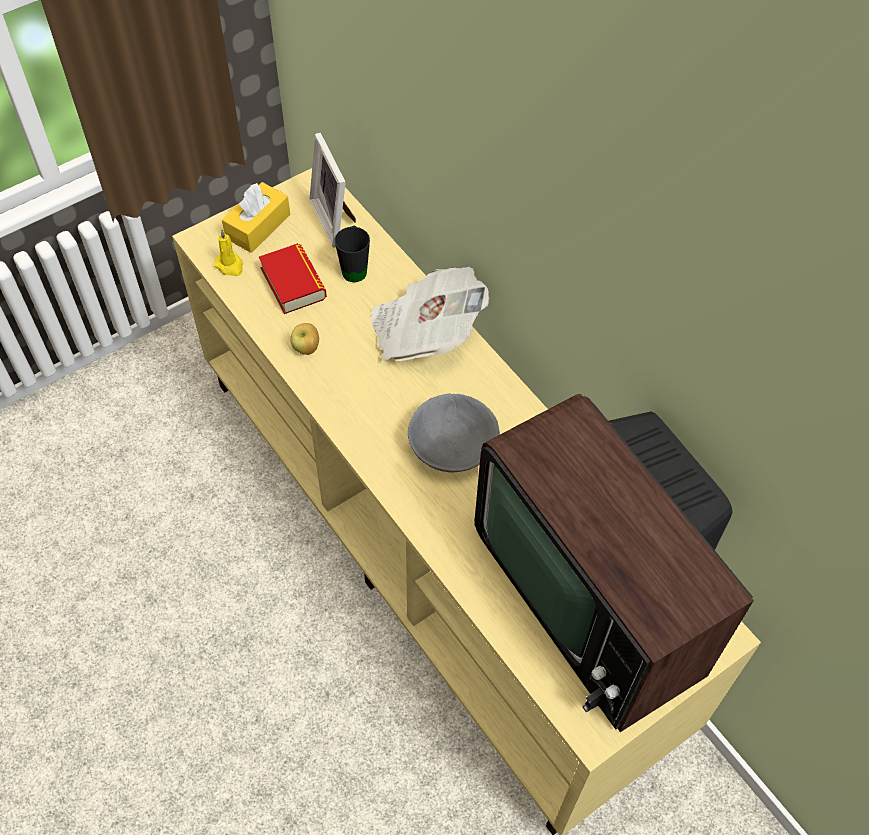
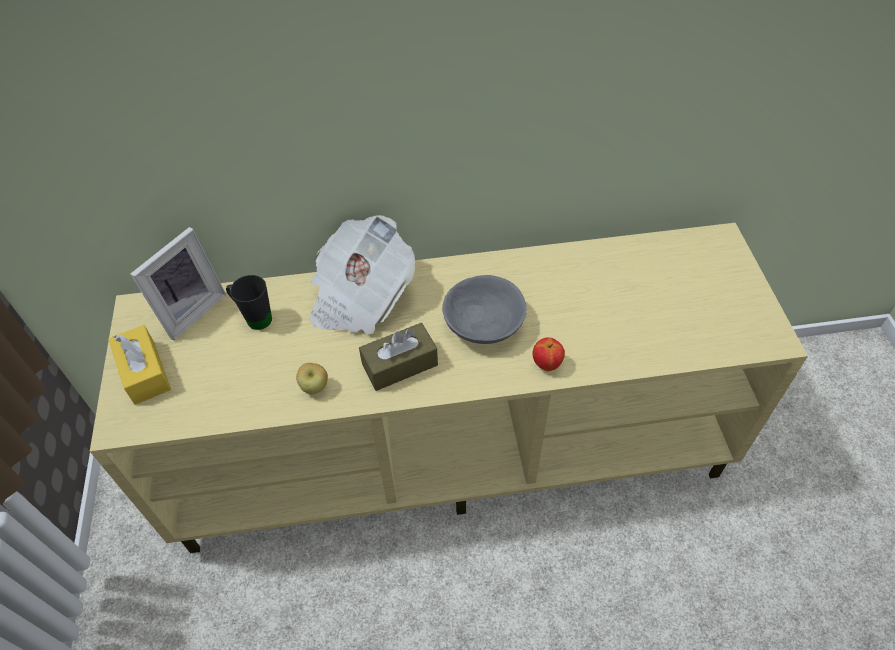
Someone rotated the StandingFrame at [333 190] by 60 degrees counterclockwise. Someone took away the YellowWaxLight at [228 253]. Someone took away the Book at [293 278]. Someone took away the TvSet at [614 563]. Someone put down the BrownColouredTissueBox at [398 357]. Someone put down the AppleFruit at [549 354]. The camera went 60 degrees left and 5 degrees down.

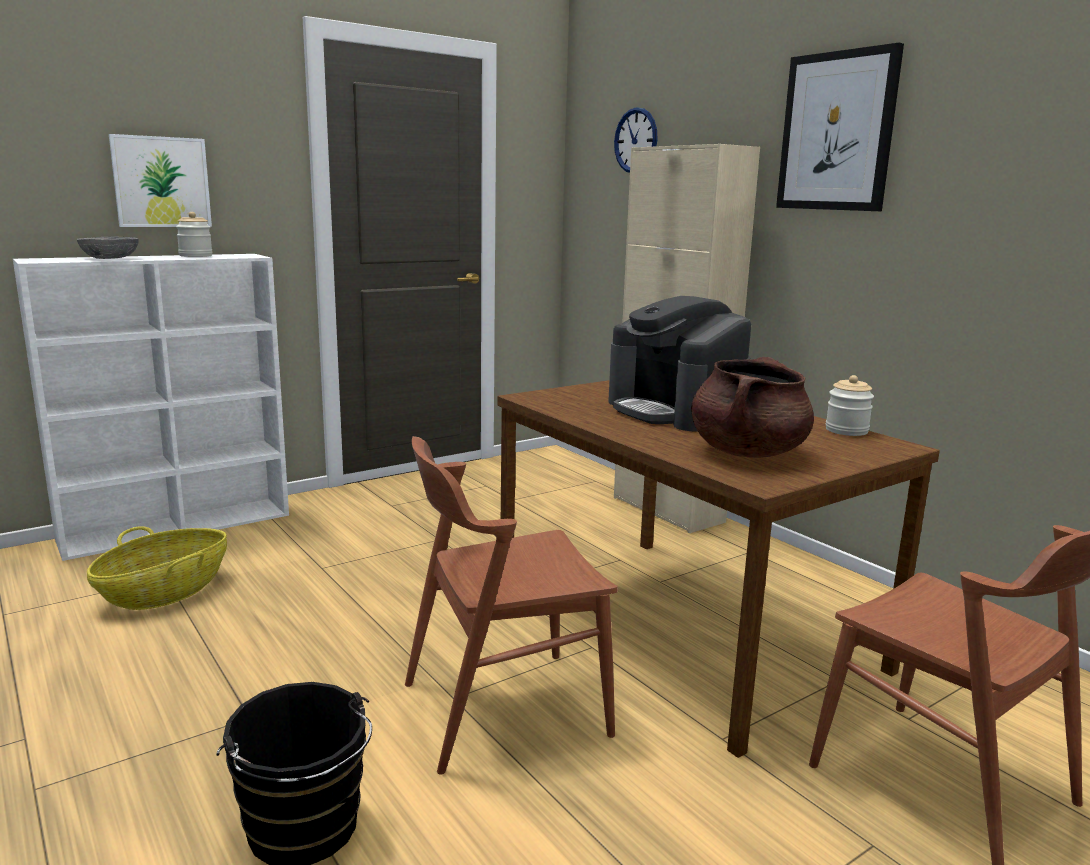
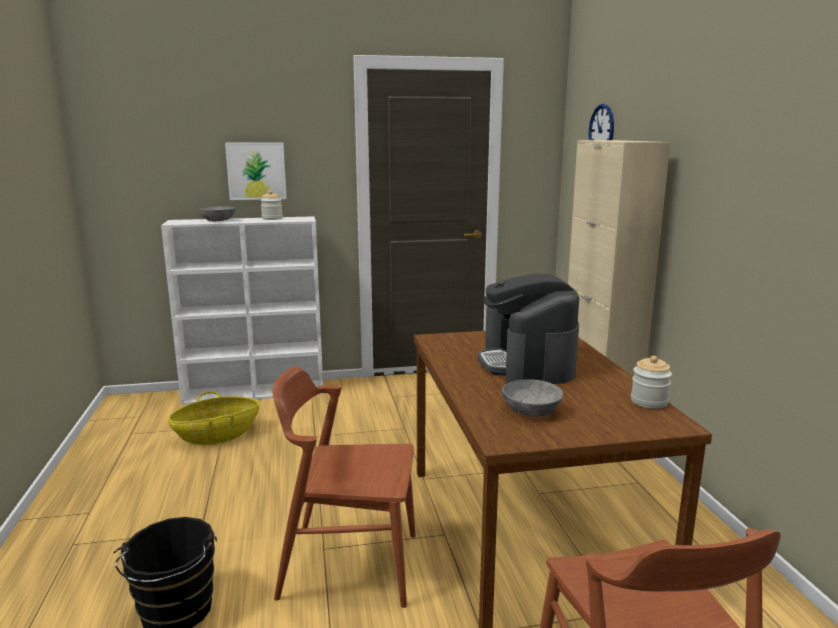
Someone took away the WallPicture at [840 127]. Someone swapped the BrownColouredSaucepot at [752 407] for the GreyishDeepDish at [532 398]. The camera went 25 degrees right and 0 degrees up.

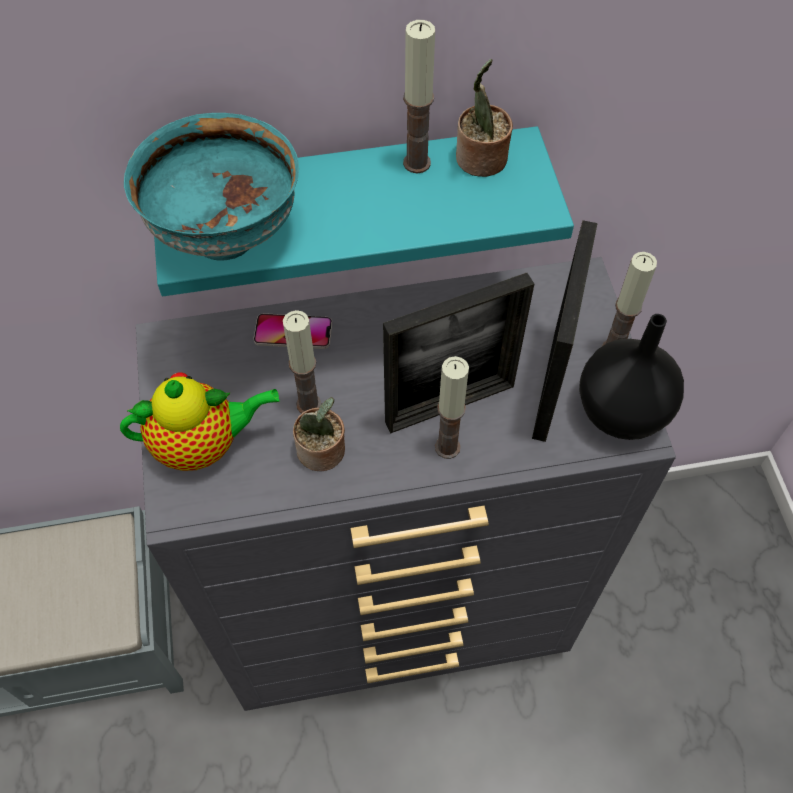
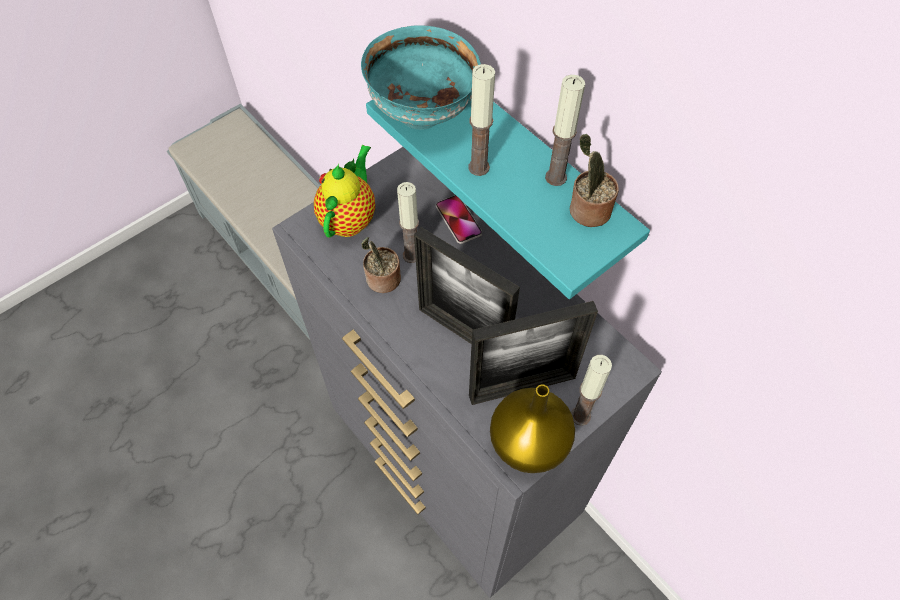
Someone repainted the BlackFlowerVase at [631 377], which became the YellowFlowerVase at [532 428]. Someone carried the WaxLight from [452 407] to [481 120]. Someone rotated the Teapot at [200 421] by 120 degrees counterclockwise. The camera went 60 degrees right and 0 degrees up.

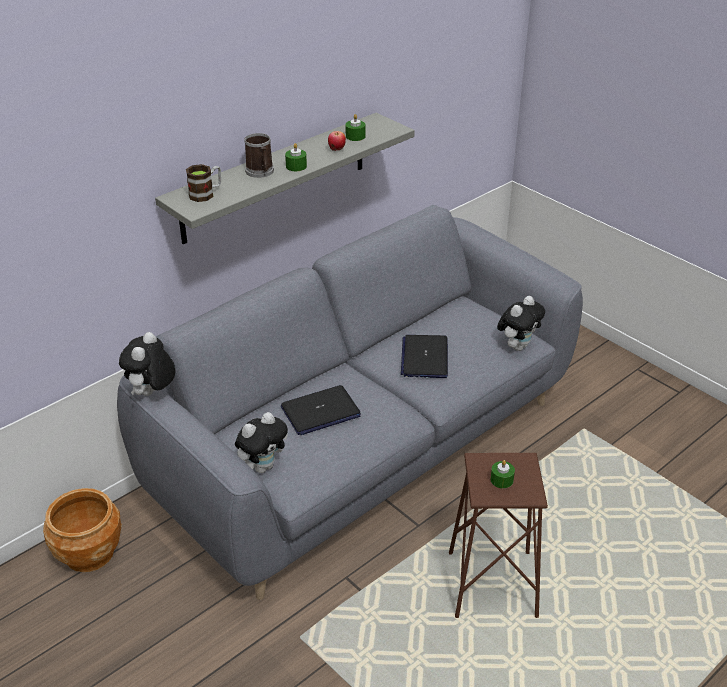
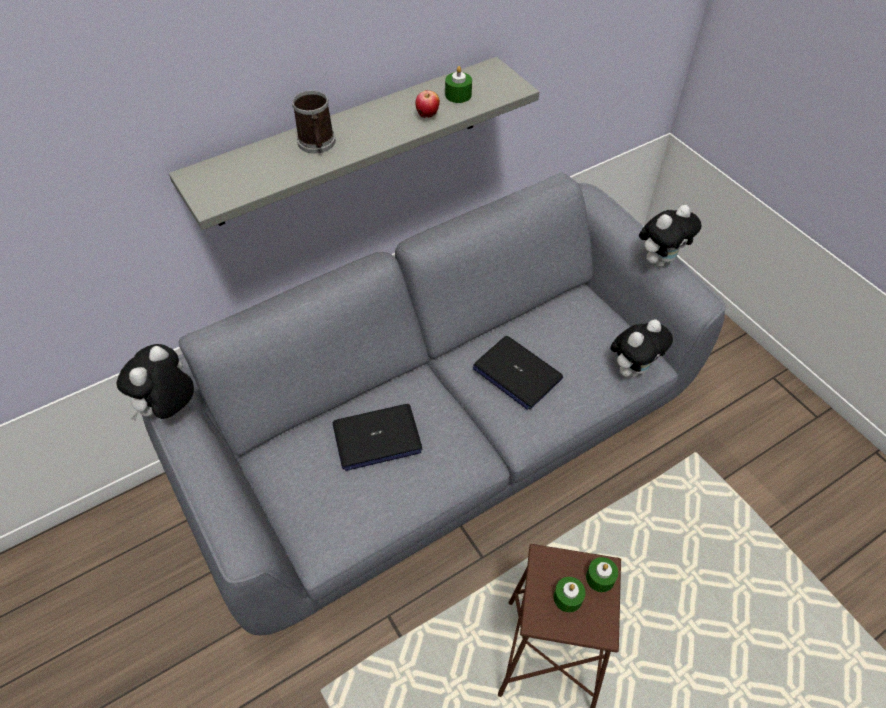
Someone carried the GreenishWaxLight from [296 157] to [602 574]. Someone took away the CoffeeMug at [203 183]. Someone rotated the NotebookComputer at [424 356] by 60 degrees counterclockwise. Someone carried the PlushToy from [261 442] to [670 236]. Someone took away the BrownColouredPlantPot at [82 530]. The camera went 10 degrees right and 15 degrees up.

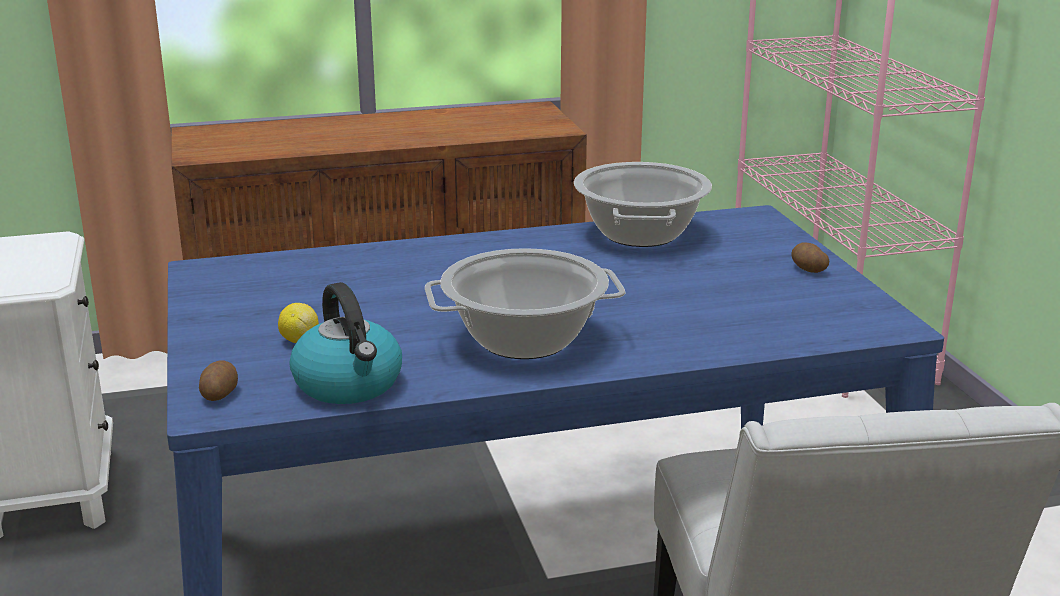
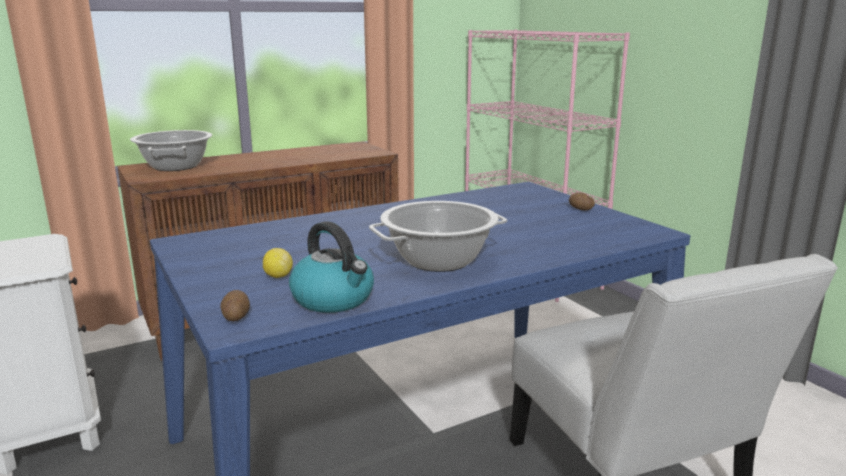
Someone carried the Saucepot from [643 204] to [171 150]. The camera went 15 degrees left and 5 degrees down.

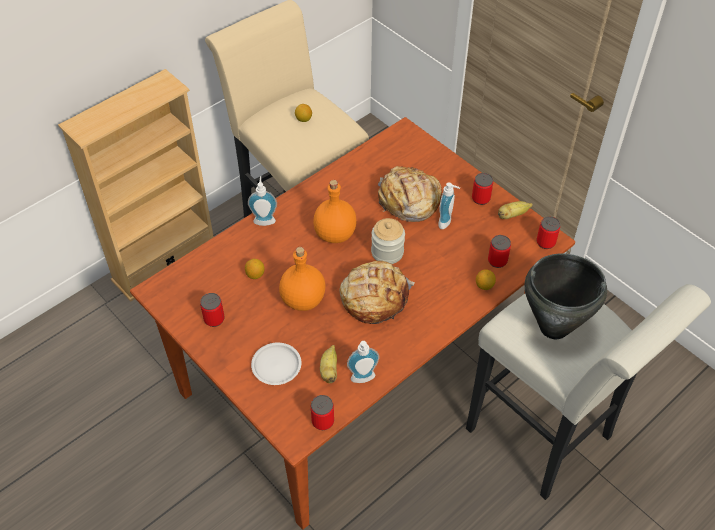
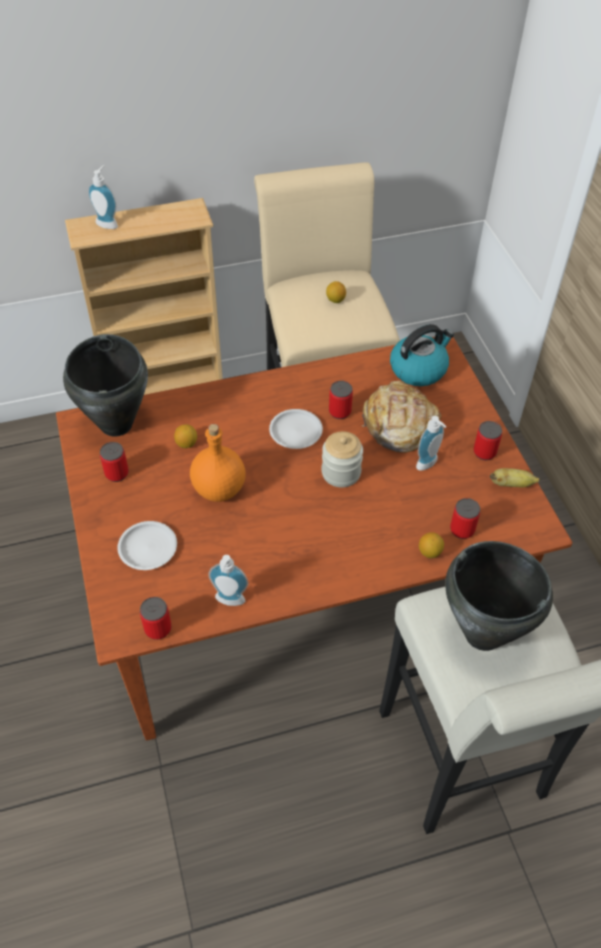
Someone carried the SoapBottle from [262 201] to [103 197]. Someone swapped the OrangeyBeverageBottle at [335 211] for the WhitishDinnerPlate at [296 429]. Someone carried the Can from [548 232] to [341 400]. Someone took away the BakeryBread at [377 292]. Someone took away the WholeBanana at [328 364]. Someone put down the WaterKettle at [422 355]. Someone put down the BlackSaucepot at [105 385]. The camera went 25 degrees right and 0 degrees up.

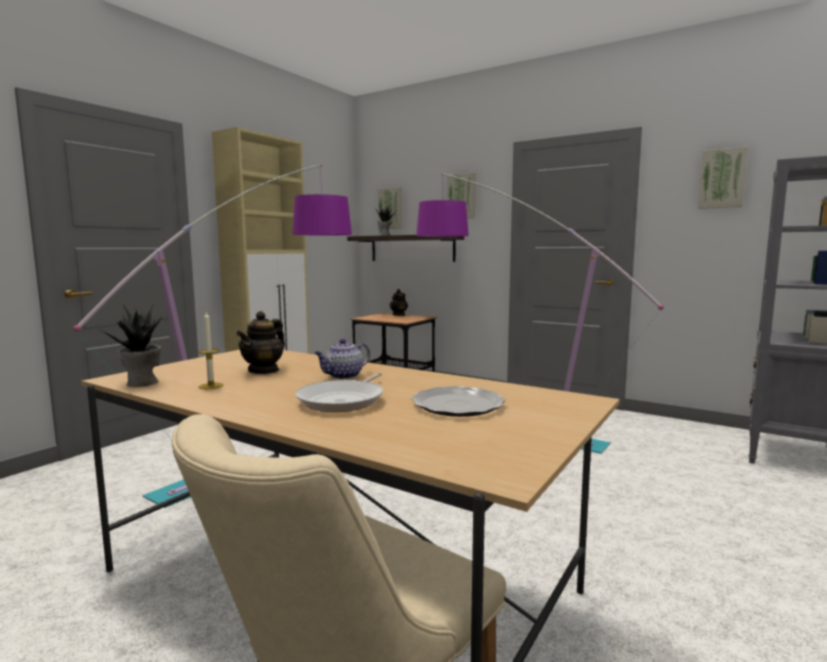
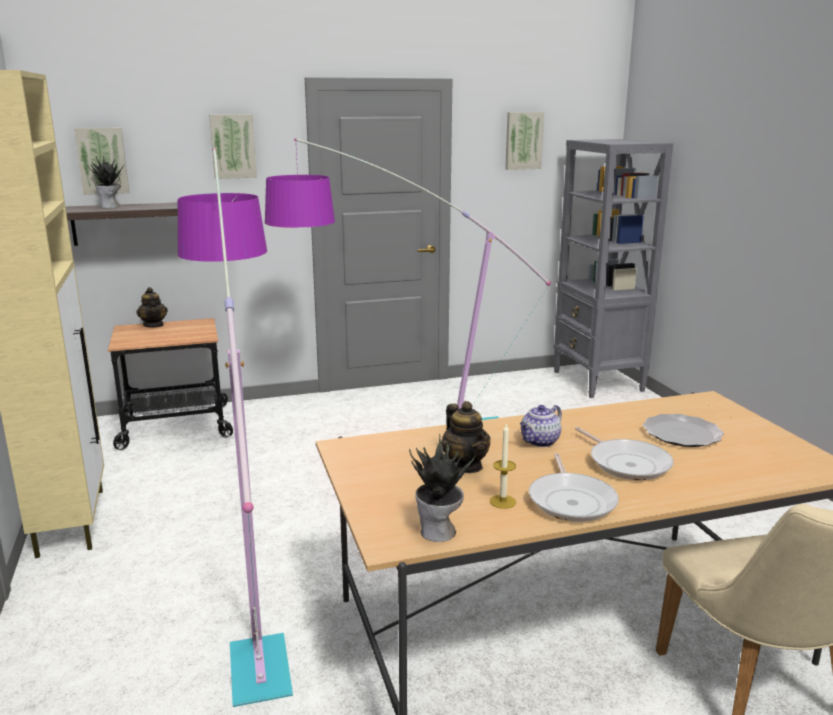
Someone rotated the Teapot at [342 359] by 45 degrees clockwise. Someone put down the Pan at [574 487]. The camera went 50 degrees left and 10 degrees up.

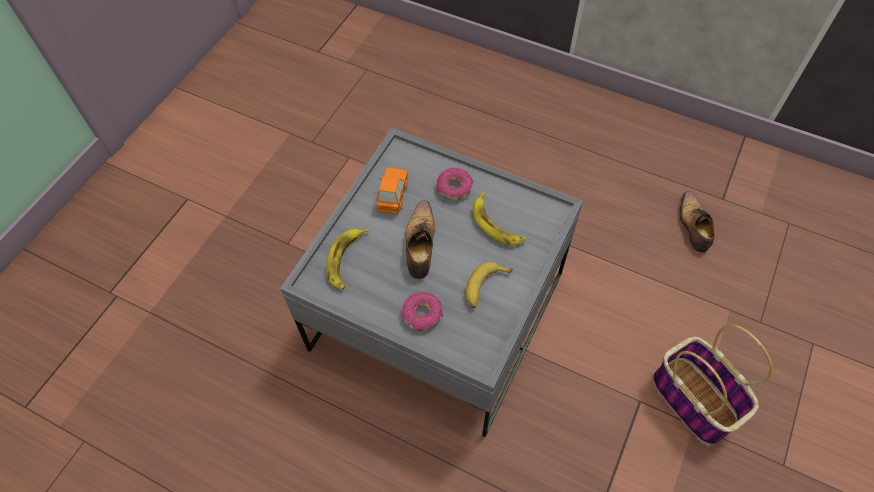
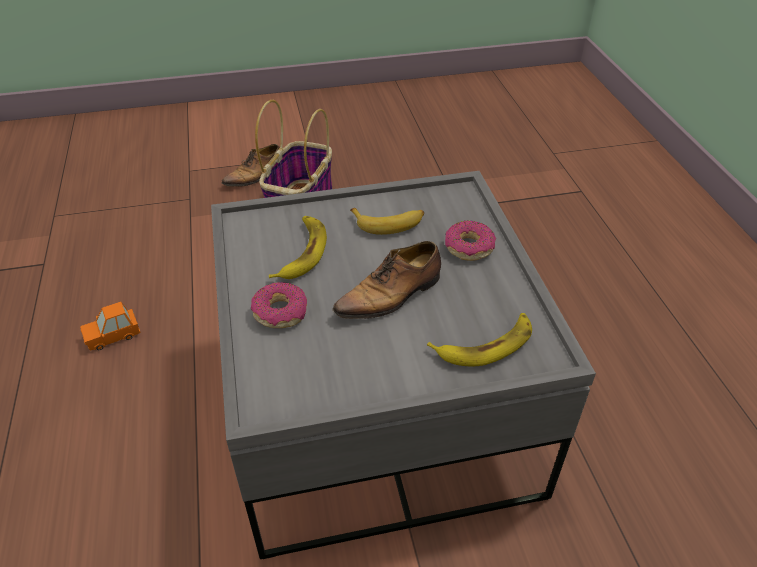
Someone carried the OrangeyToyCar from [392 190] to [110 326]. Someone carried the ItemOfFootwear from [697 221] to [250 165]. The camera went 130 degrees left and 15 degrees down.

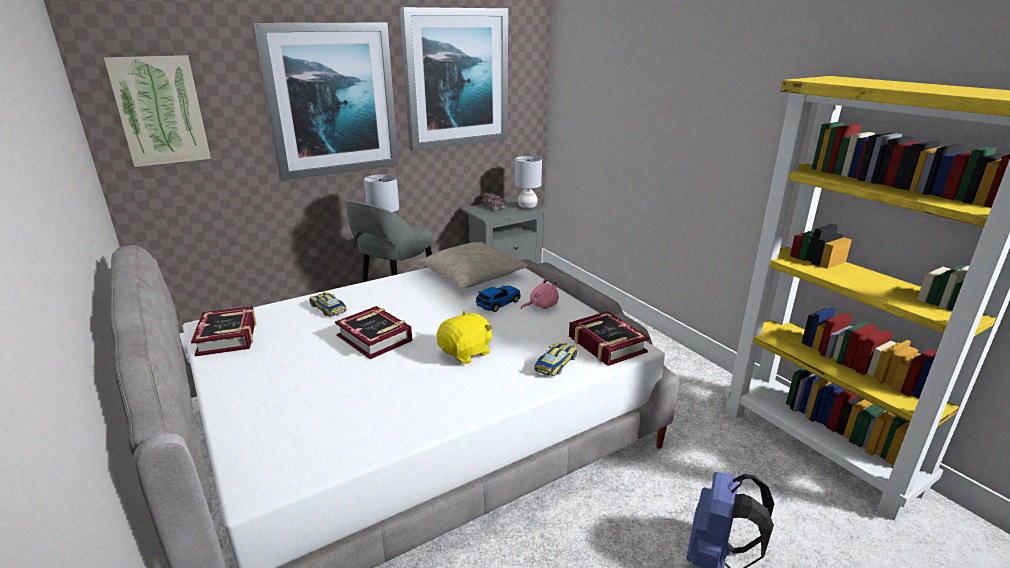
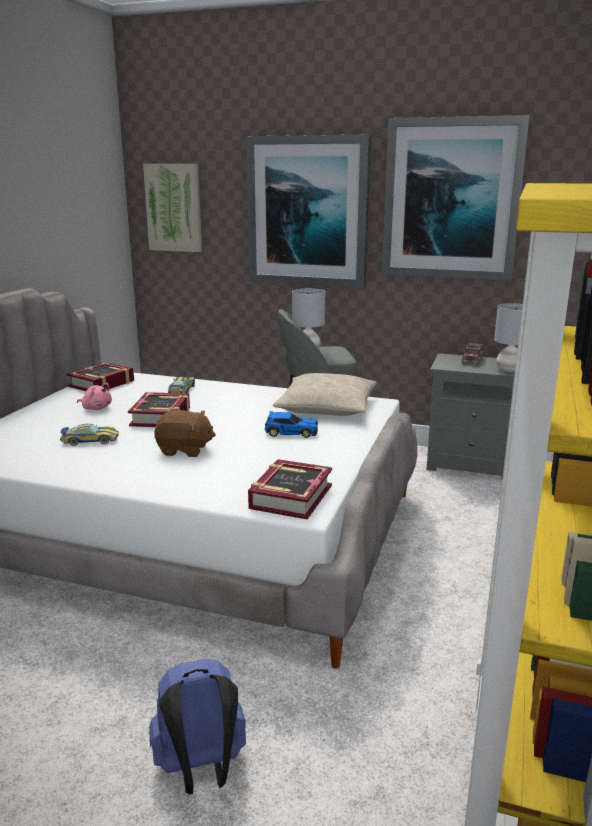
Someone carried the PinkColouredPlushToy from [540 293] to [94 396]. Someone repainted the YellowPlushToy at [464 337], which became the BrownColouredPlushToy at [185 433]. Someone carried the ToyCar from [556 359] to [89 435]. The camera went 50 degrees right and 5 degrees down.

